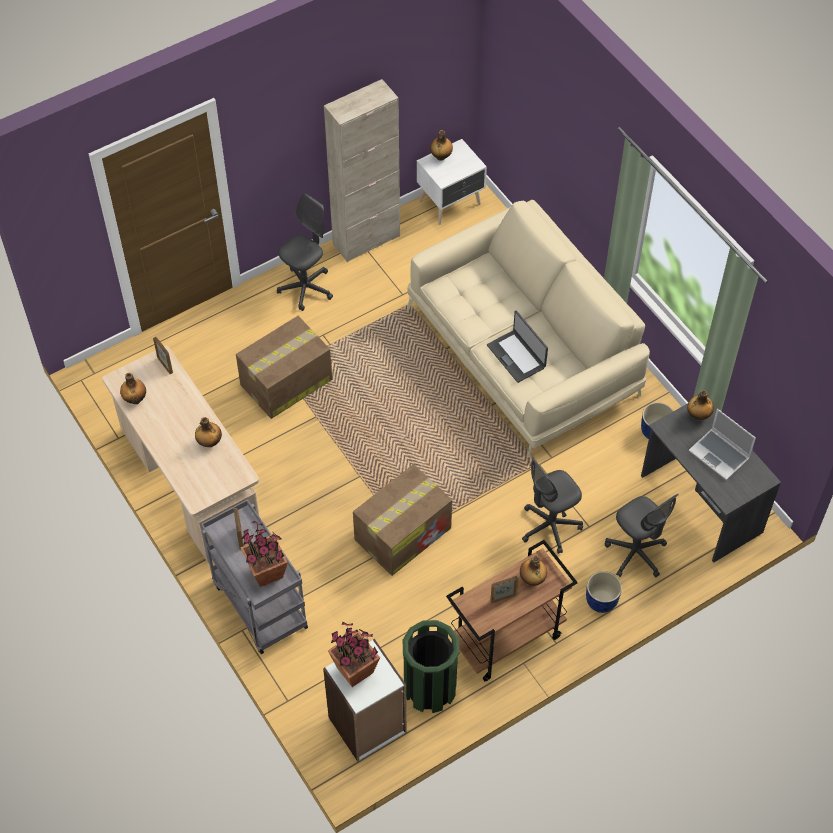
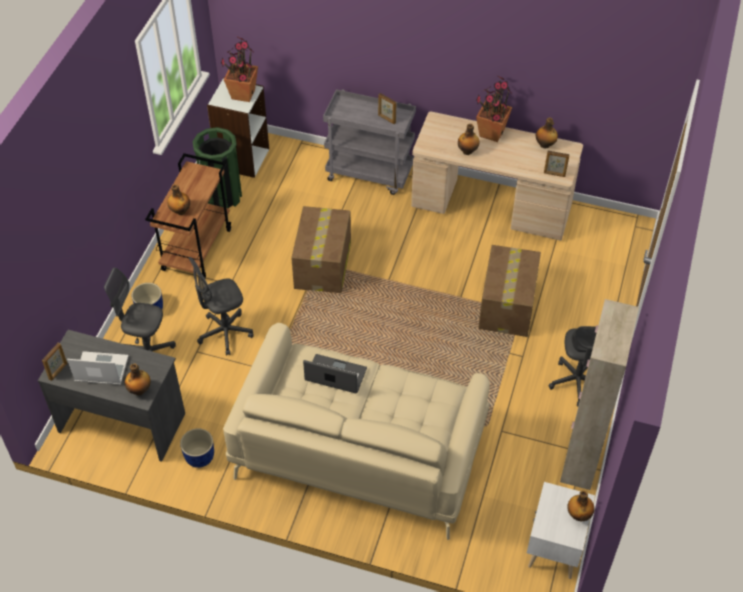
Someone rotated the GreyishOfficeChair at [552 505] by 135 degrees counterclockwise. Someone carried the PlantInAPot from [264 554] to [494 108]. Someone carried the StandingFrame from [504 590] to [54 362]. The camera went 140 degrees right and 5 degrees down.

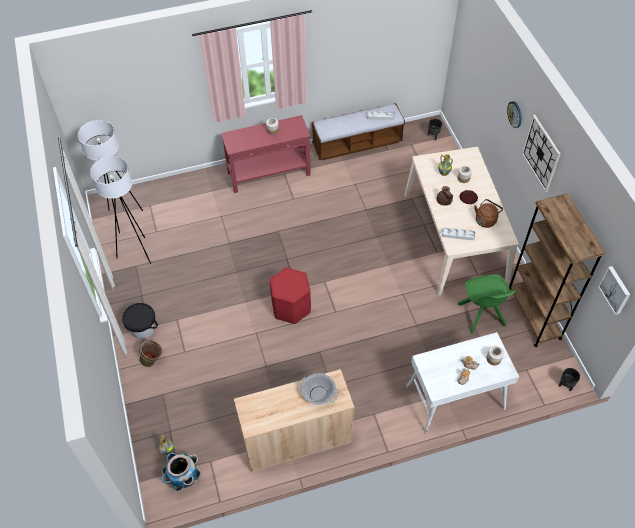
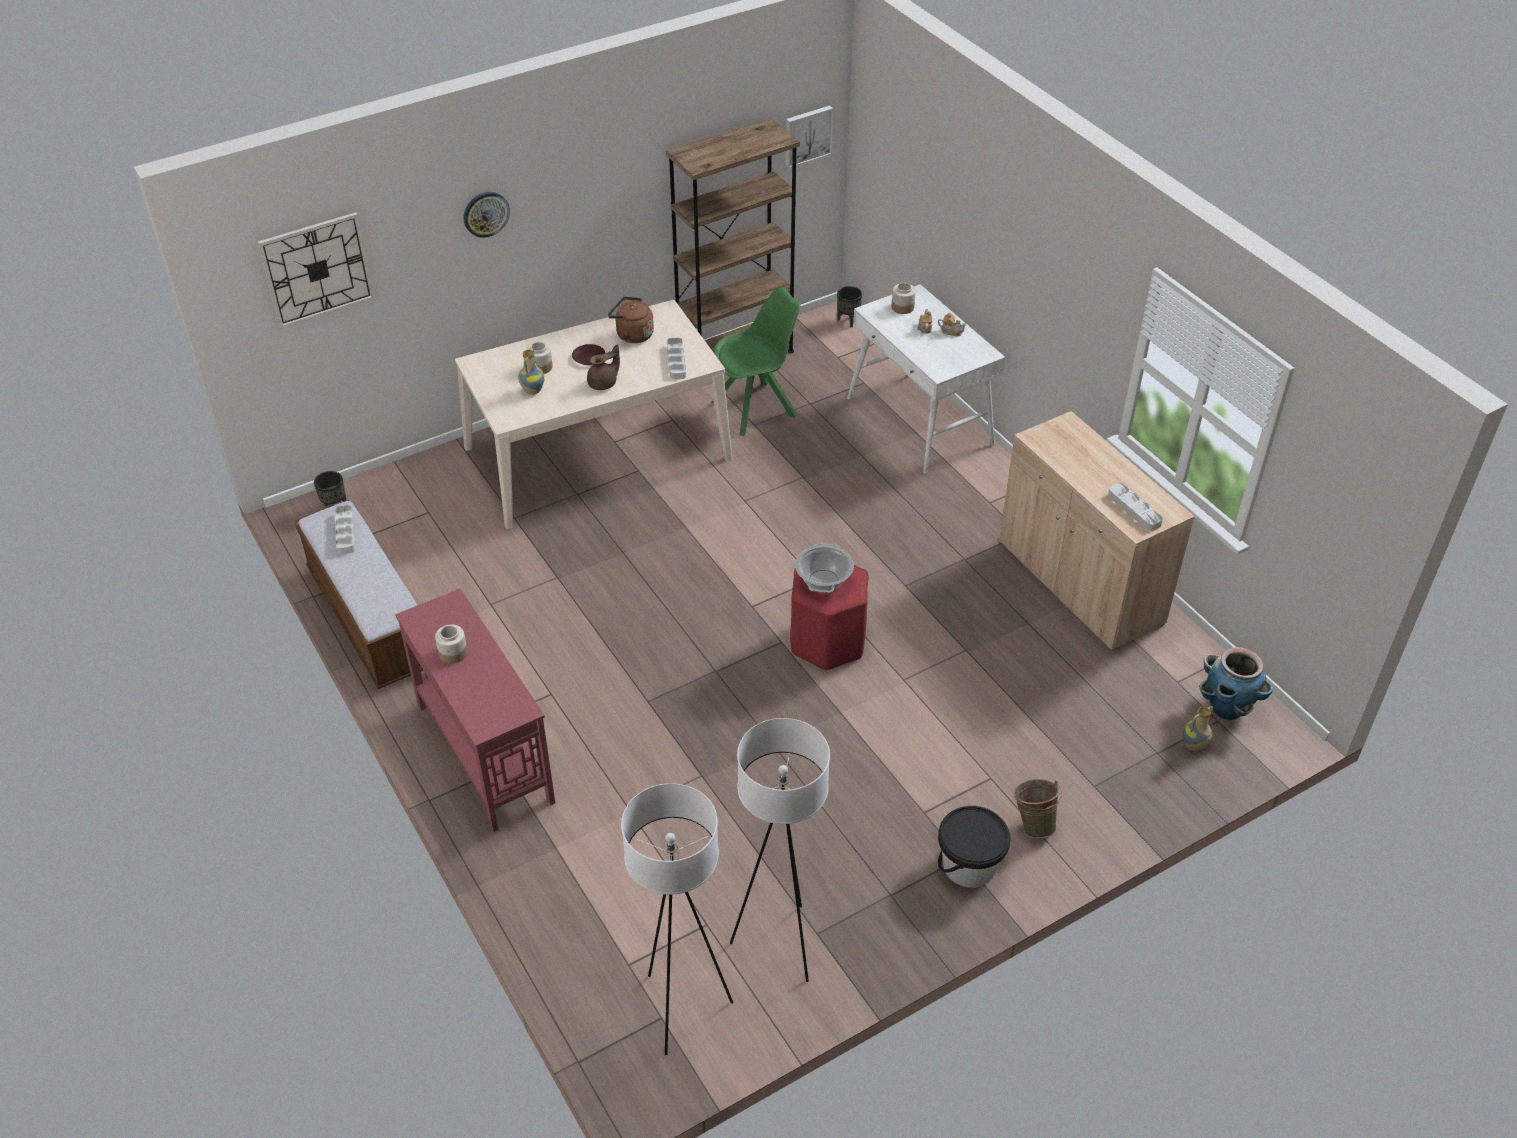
Someone carried the ClockOnTheWall from [541 153] to [316 270]. Someone carried the Saucepot from [318 389] to [824 568]. Someone put down the GreyishCarryingTray at [1135 507]. The camera went 105 degrees left and 10 degrees down.

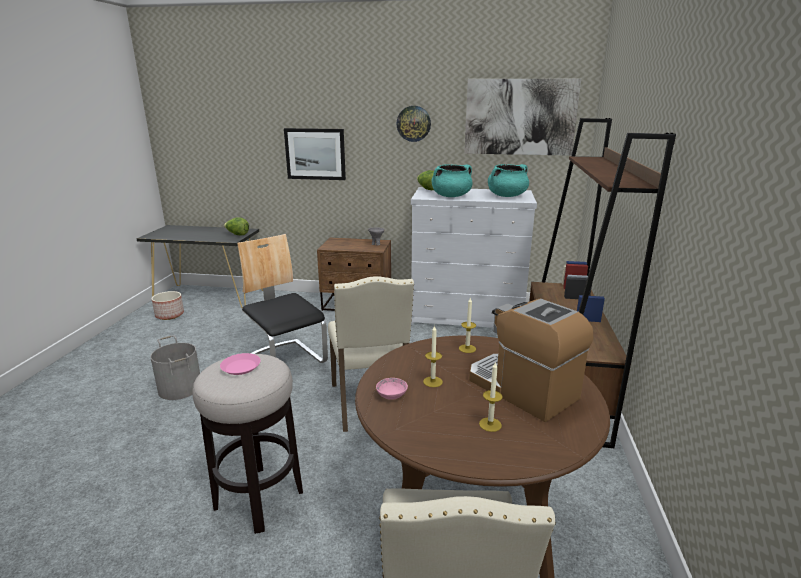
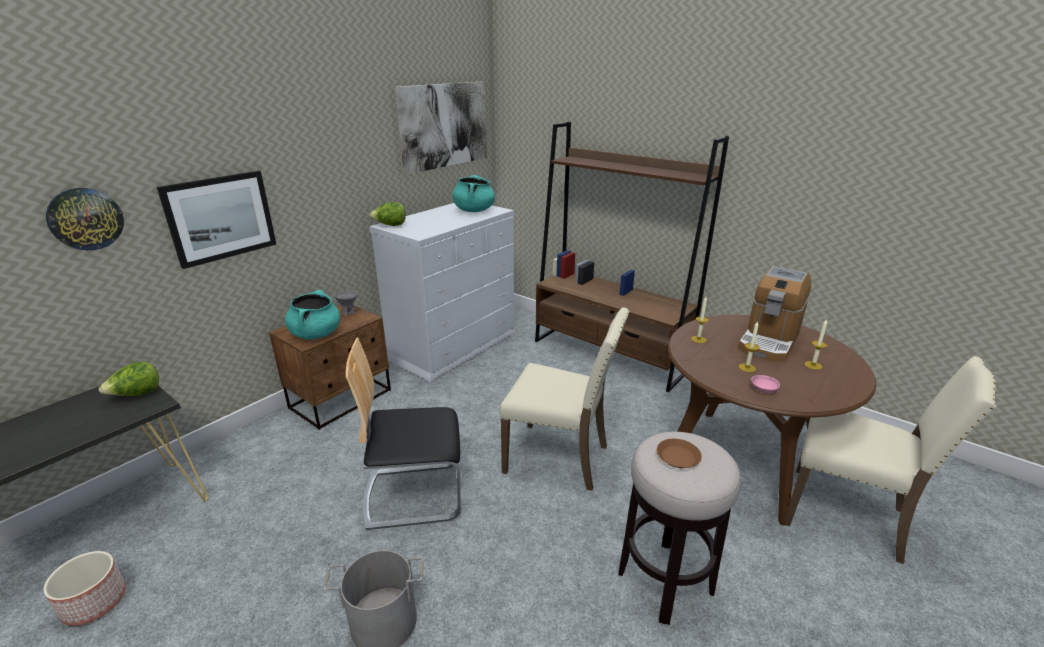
Someone carried the ClockOnTheWall from [414 124] to [85 219]. Someone carried the BlueGreenSaucepot from [452 180] to [312 314]. Someone rotated the CoffeeMachine at [531 360] by 45 degrees counterclockwise. Someone repainted the PinkColouredDinnerPlate at [240 364], which became the BrownColouredDinnerPlate at [679 453]. The camera went 60 degrees left and 5 degrees up.

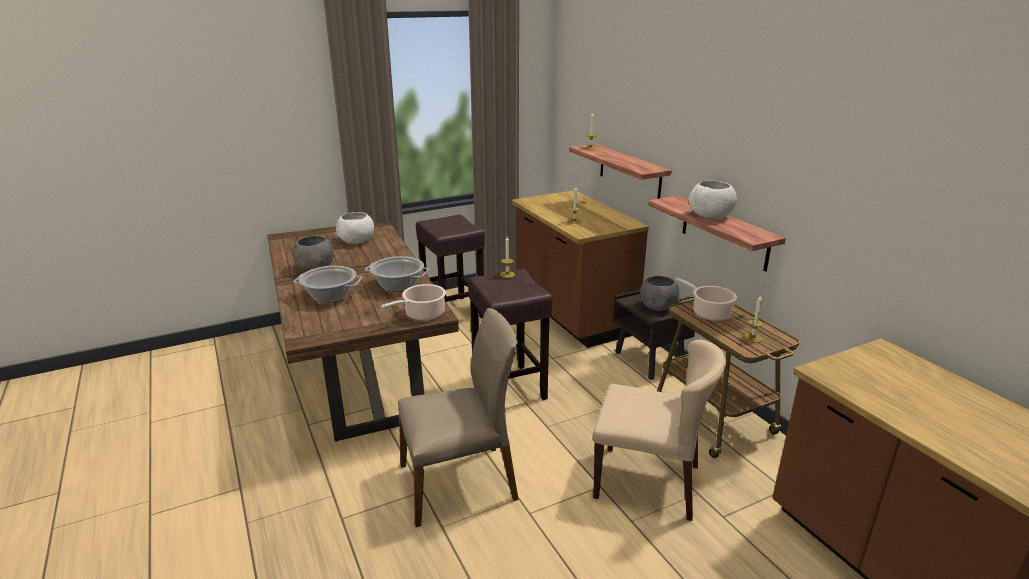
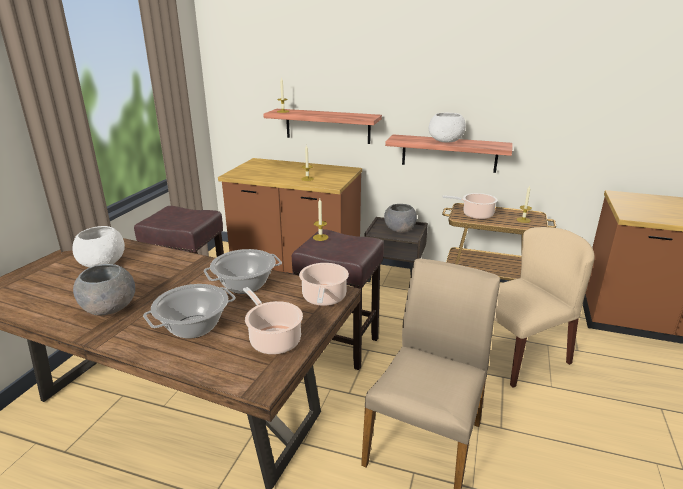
Someone put down the Saucepot at [273 320]. The camera went 45 degrees left and 0 degrees up.

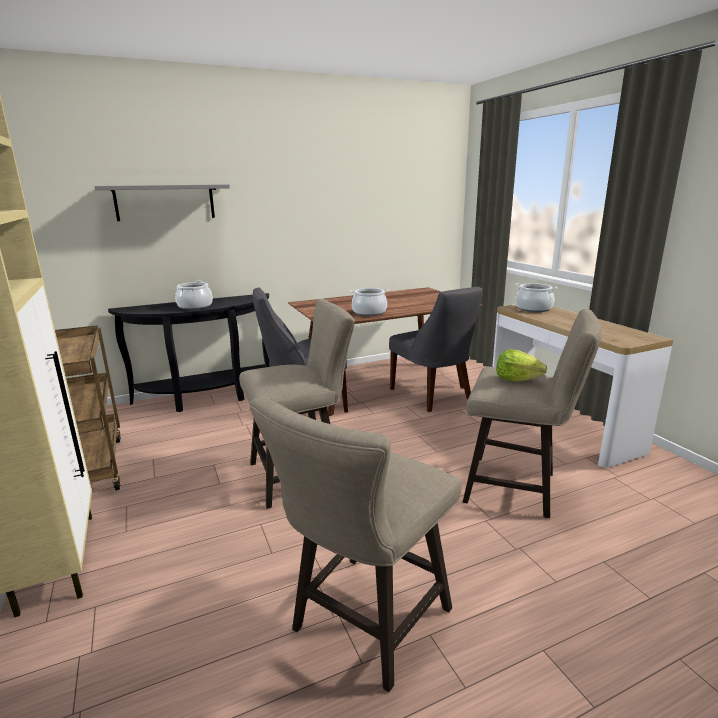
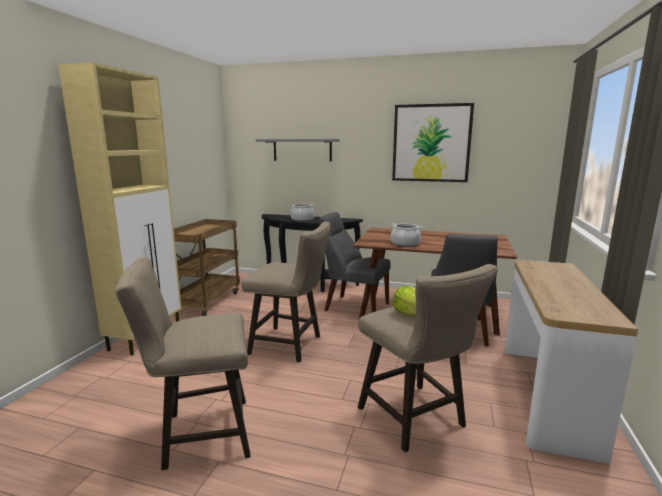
Someone took away the Saucepot at [536 297]. Someone put up the WallPicture at [433 142]. The camera went 40 degrees right and 5 degrees down.

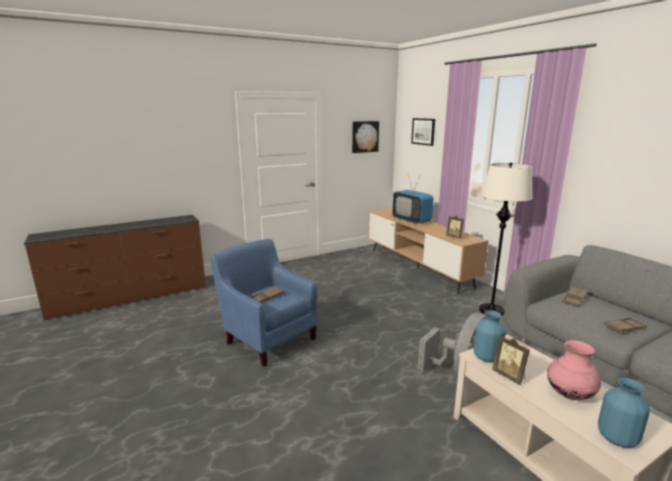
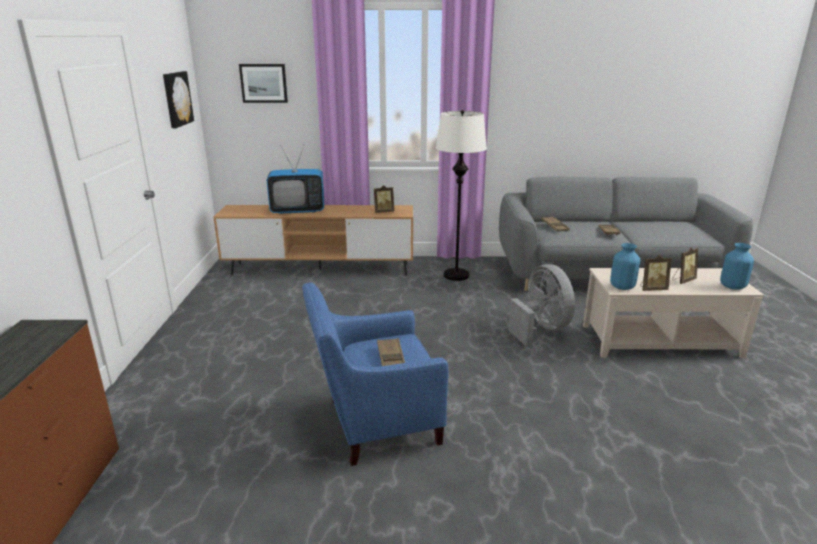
Someone swapped the PinkColouredFlowerVase at [574 370] for the StandingFrame at [685 266]. The camera went 60 degrees left and 5 degrees up.

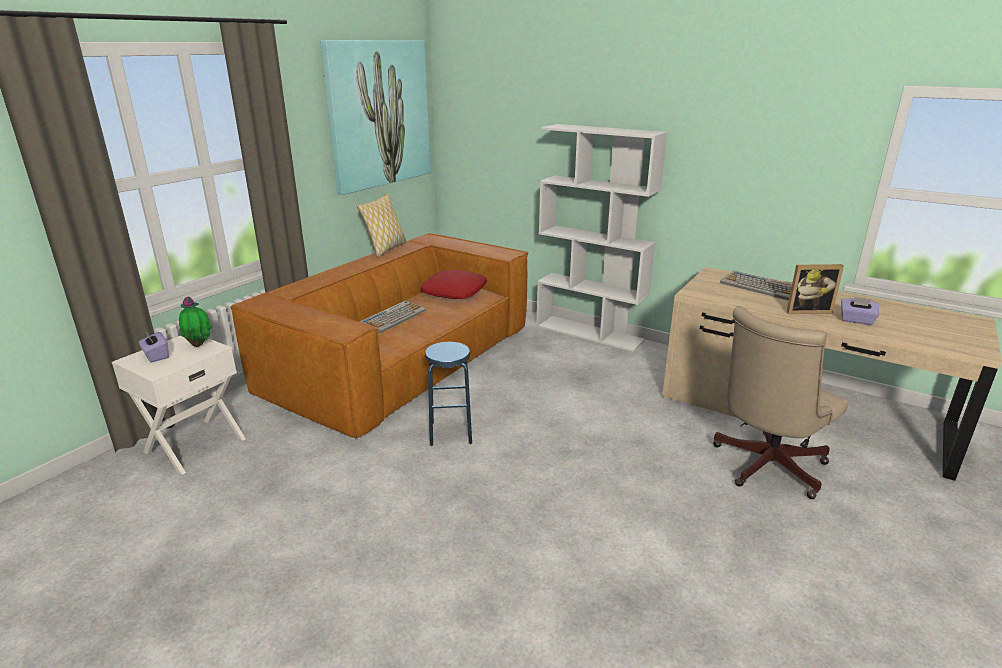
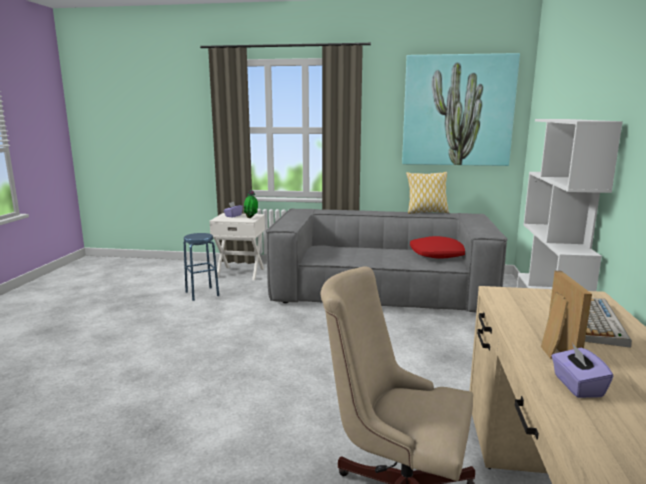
Someone repainted the BrownColouredSofa at [379 336], which became the GreyishSofa at [387 260]. Someone rotated the StandingFrame at [815 289] by 150 degrees counterclockwise. Someone took away the Keyboard at [392 317]. Someone carried the BluishStool from [448 394] to [201 267]. The camera went 65 degrees right and 10 degrees down.

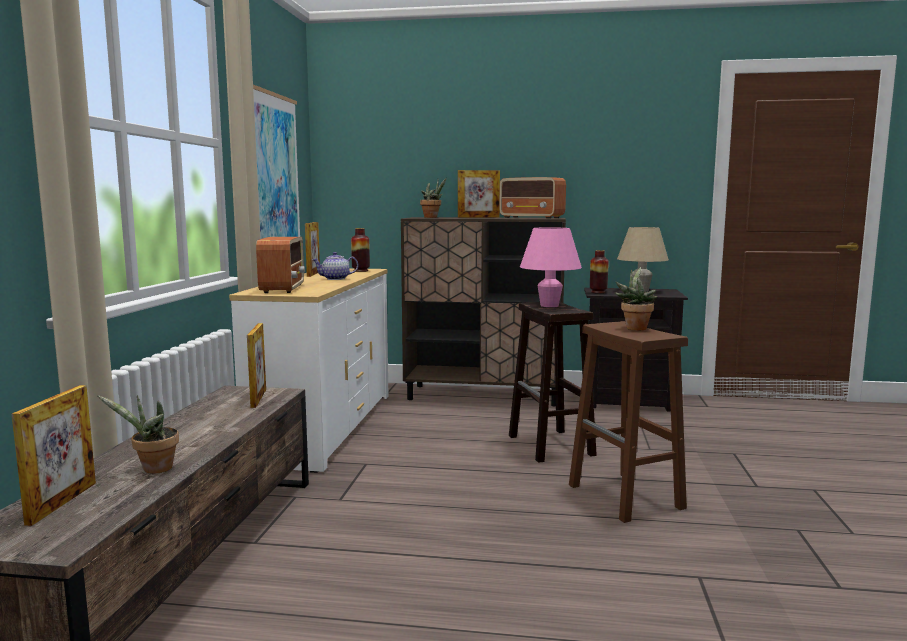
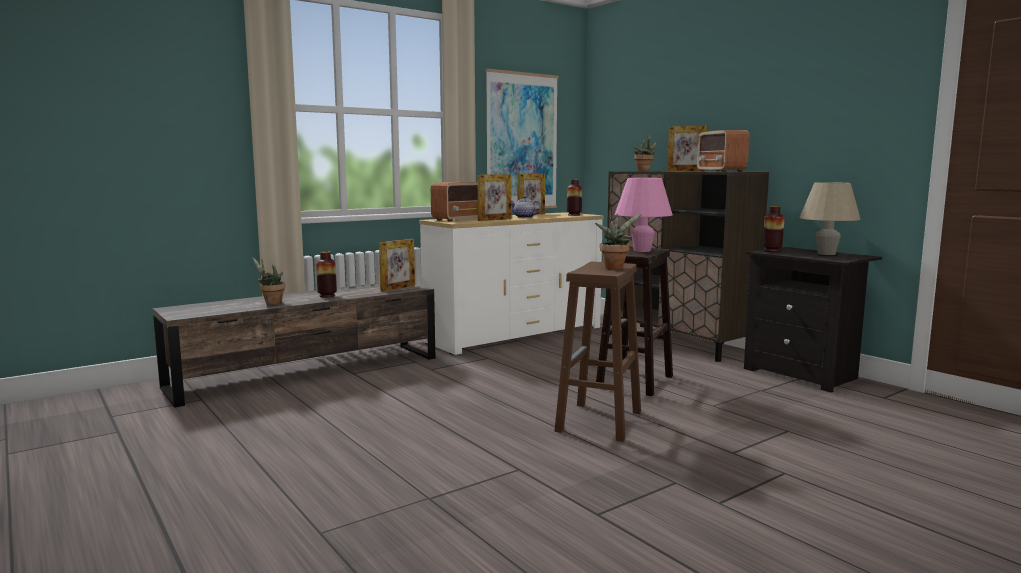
Someone carried the StandingFrame from [54 455] to [494 197]. Someone put down the FlowerVase at [326 274]. The camera went 45 degrees right and 0 degrees up.

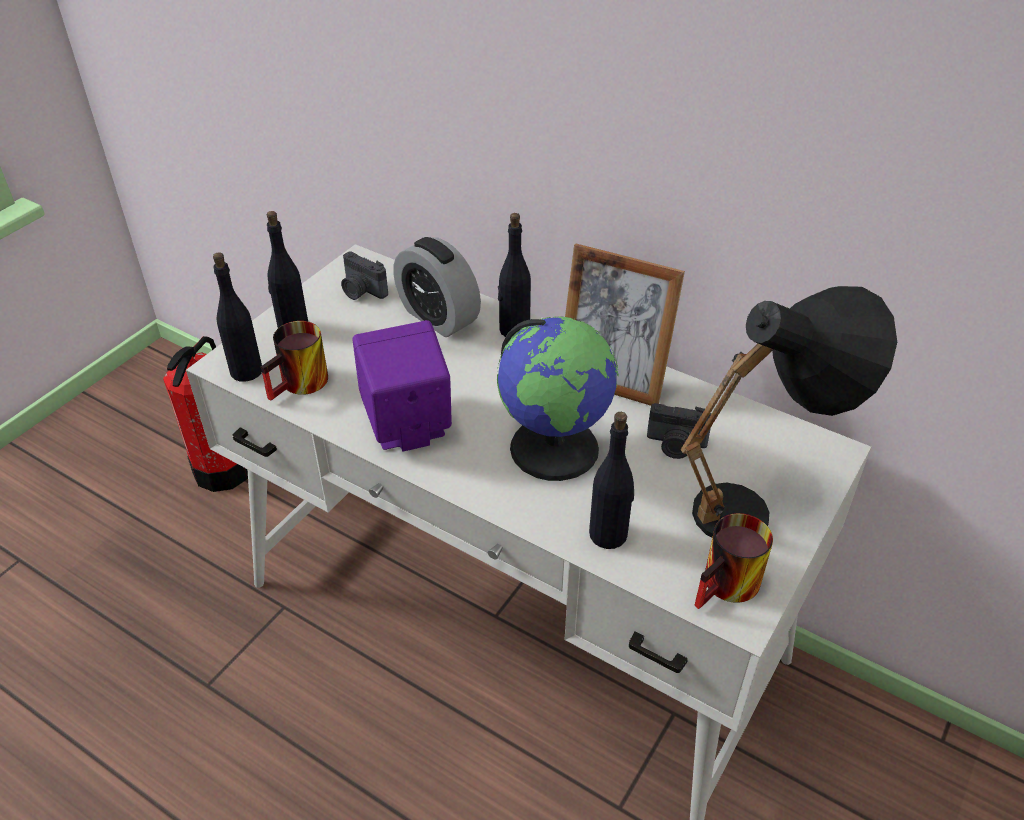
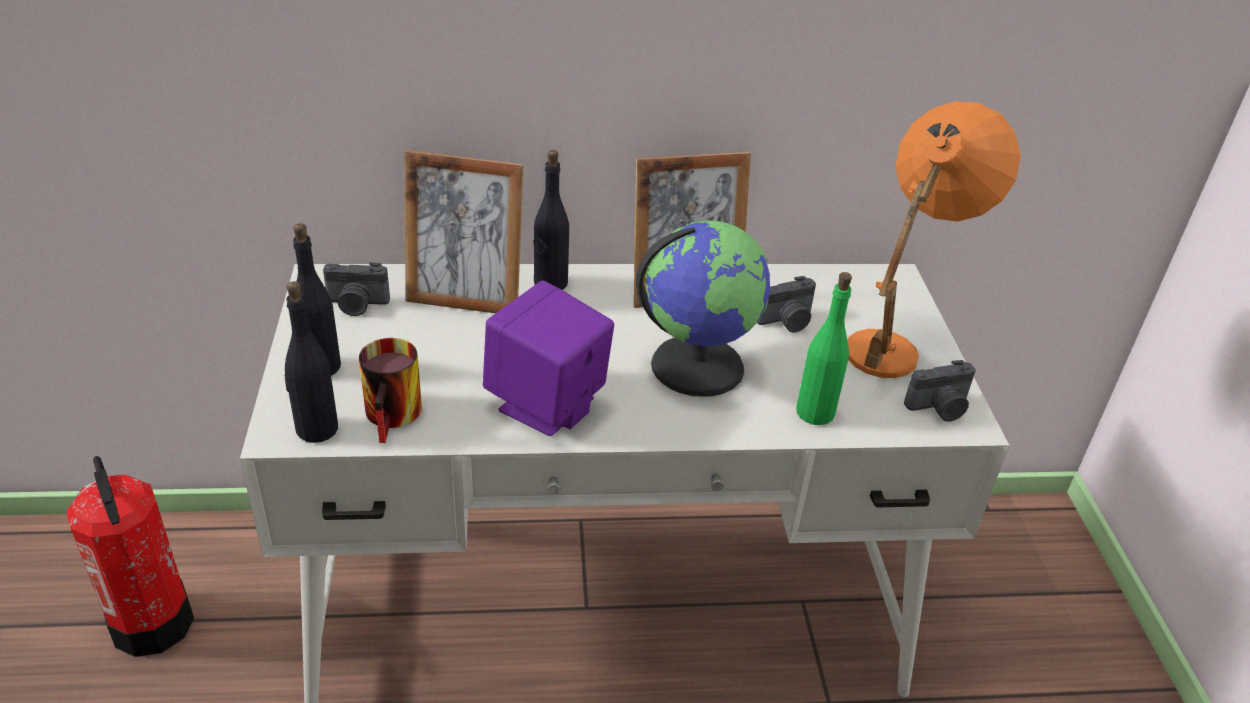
Someone swapped the BedsideClock at [437 287] for the StandingFrame at [464 231]. Someone repainted the BlackLampForATable at [789 411], which became the OrangeyLampForATable at [934 239]. Someone repainted the BlackBeverageBottle at [611 480], which became the GreenishBeverageBottle at [824 348]. Someone swapped the CoffeeMug at [733 561] for the StillCamera at [940 391]. The camera went 40 degrees left and 5 degrees down.

